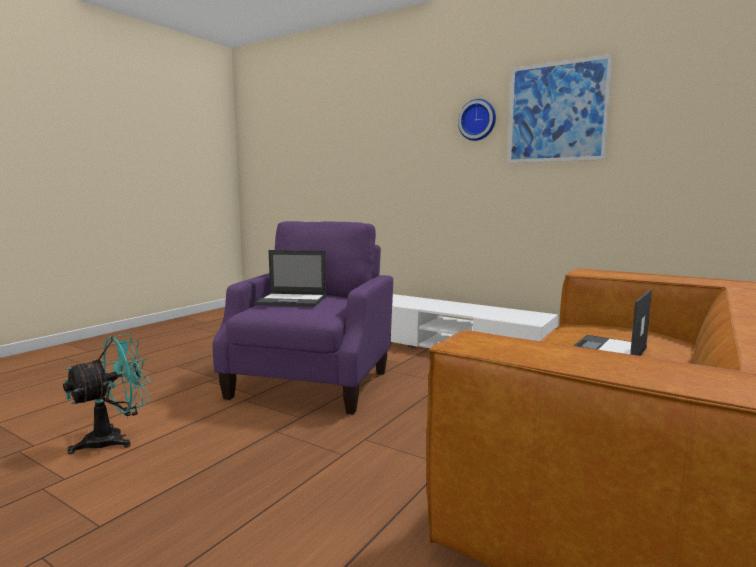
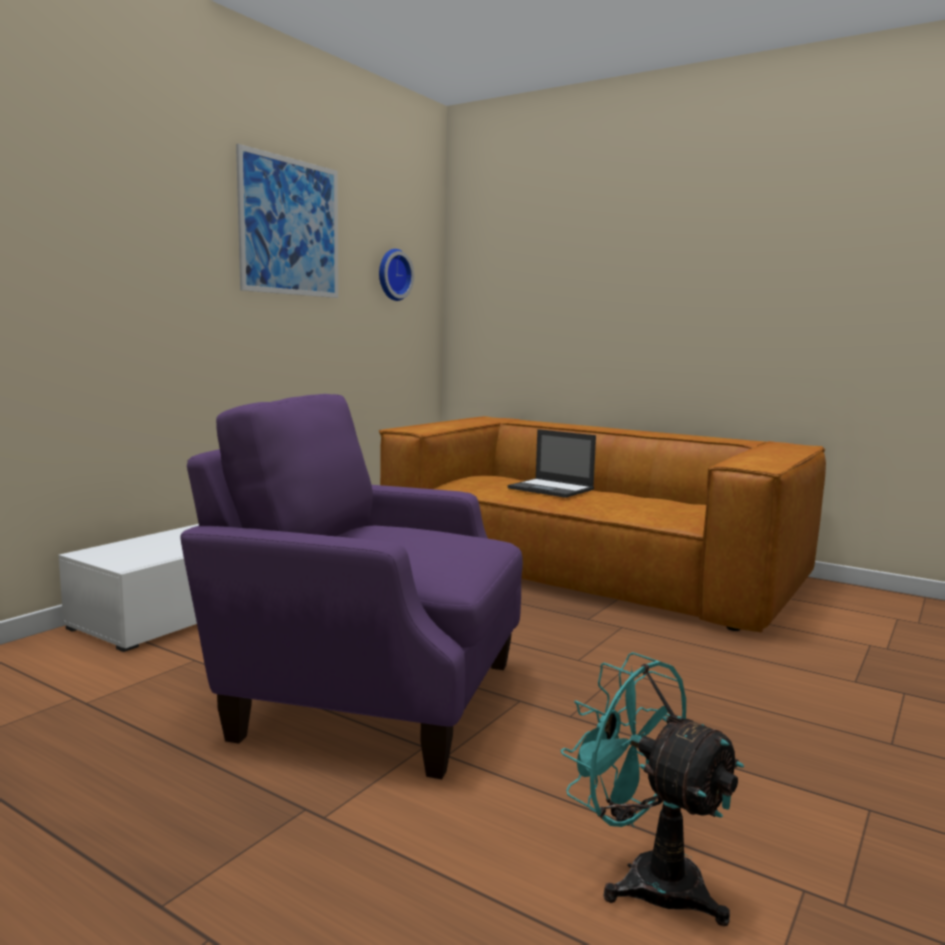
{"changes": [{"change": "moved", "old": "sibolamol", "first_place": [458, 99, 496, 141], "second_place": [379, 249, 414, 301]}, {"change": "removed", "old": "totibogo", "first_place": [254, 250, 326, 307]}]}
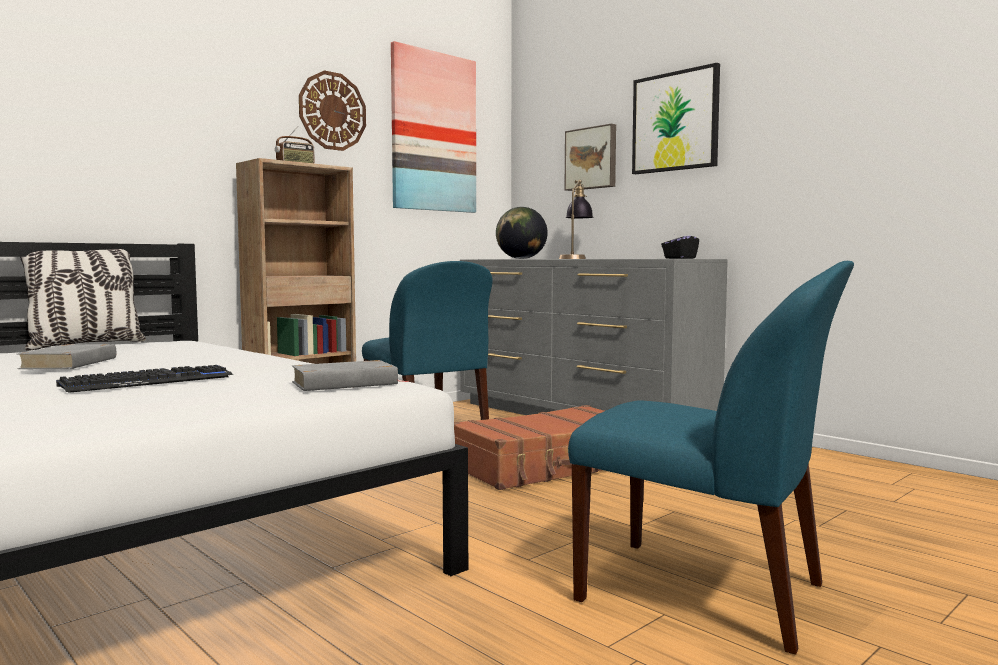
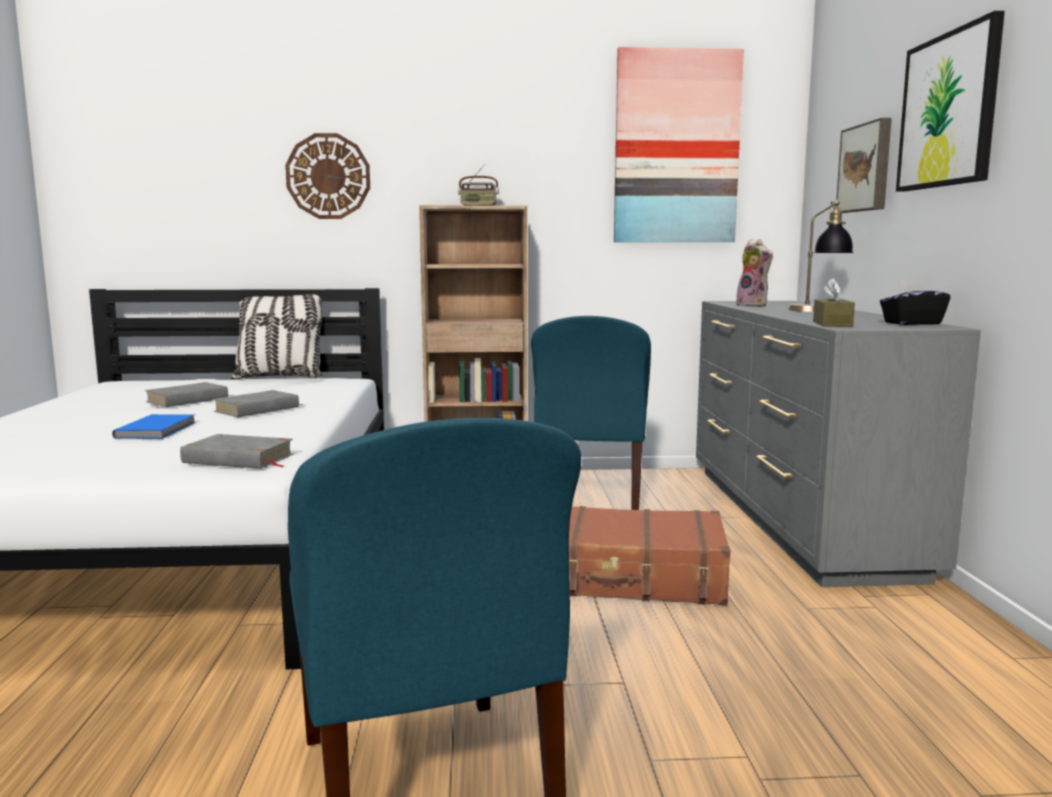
{"changes": [{"change": "moved", "old": "sibolamol", "first_place": [299, 70, 366, 151], "second_place": [285, 133, 370, 219]}, {"change": "replaced", "old": "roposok", "new": "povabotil", "first_place": [496, 207, 548, 259], "second_place": [735, 239, 773, 307]}, {"change": "replaced", "old": "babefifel", "new": "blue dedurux", "first_place": [56, 365, 233, 393], "second_place": [112, 414, 196, 439]}, {"change": "added", "new": "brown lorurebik", "second_place": [813, 278, 855, 327]}, {"change": "added", "new": "grey dedurux", "second_place": [213, 390, 303, 417]}]}
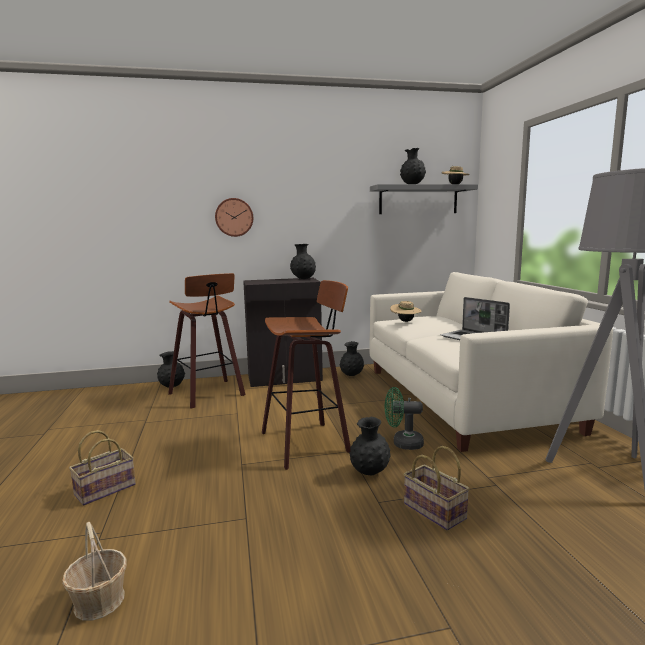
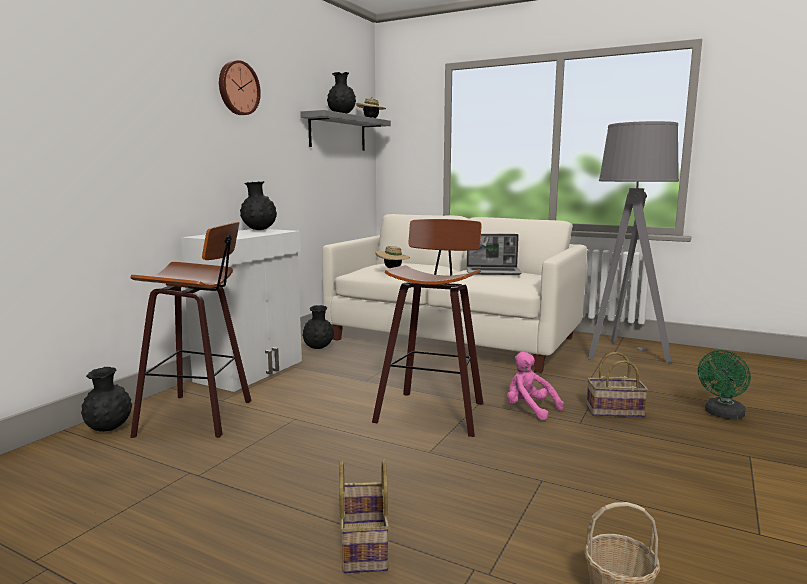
{"changes": [{"change": "moved", "old": "sibolamol", "first_place": [215, 198, 253, 237], "second_place": [219, 60, 261, 115]}, {"change": "recoloured", "old": "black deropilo", "new": "white deropilo", "first_place": [243, 278, 323, 387], "second_place": [181, 229, 302, 392]}, {"change": "moved", "old": "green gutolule", "first_place": [385, 387, 424, 450], "second_place": [698, 350, 751, 419]}, {"change": "replaced", "old": "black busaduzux", "new": "pink povabotil", "first_place": [350, 417, 391, 475], "second_place": [507, 352, 564, 420]}]}
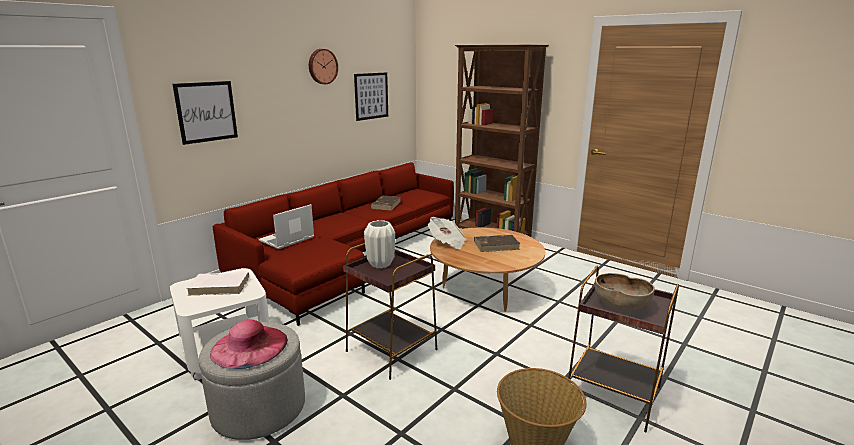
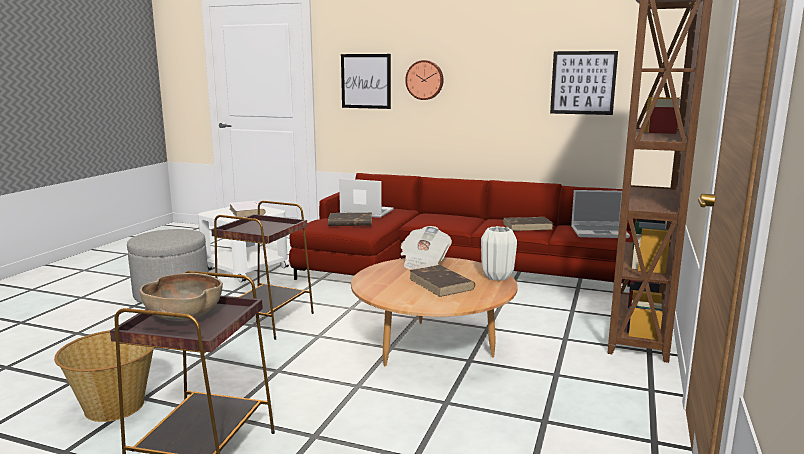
{"changes": [{"change": "moved", "old": "sibolamol", "first_place": [309, 49, 338, 84], "second_place": [405, 60, 444, 100]}, {"change": "moved", "old": "white busaduzux", "first_place": [364, 220, 395, 268], "second_place": [481, 226, 517, 281]}, {"change": "removed", "old": "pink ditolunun", "first_place": [210, 319, 288, 369]}, {"change": "added", "new": "totibogo", "second_place": [571, 190, 630, 238]}, {"change": "added", "new": "brown dedurux", "second_place": [328, 213, 372, 226]}]}
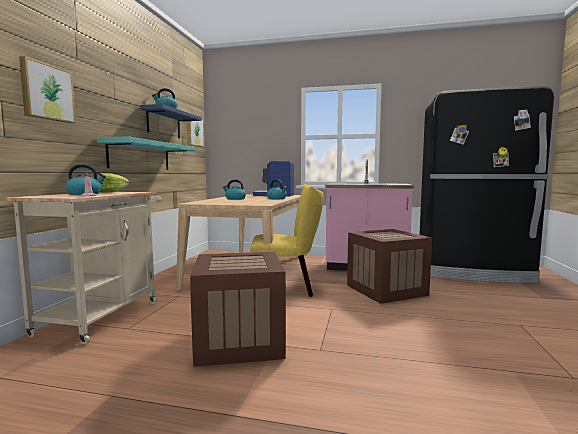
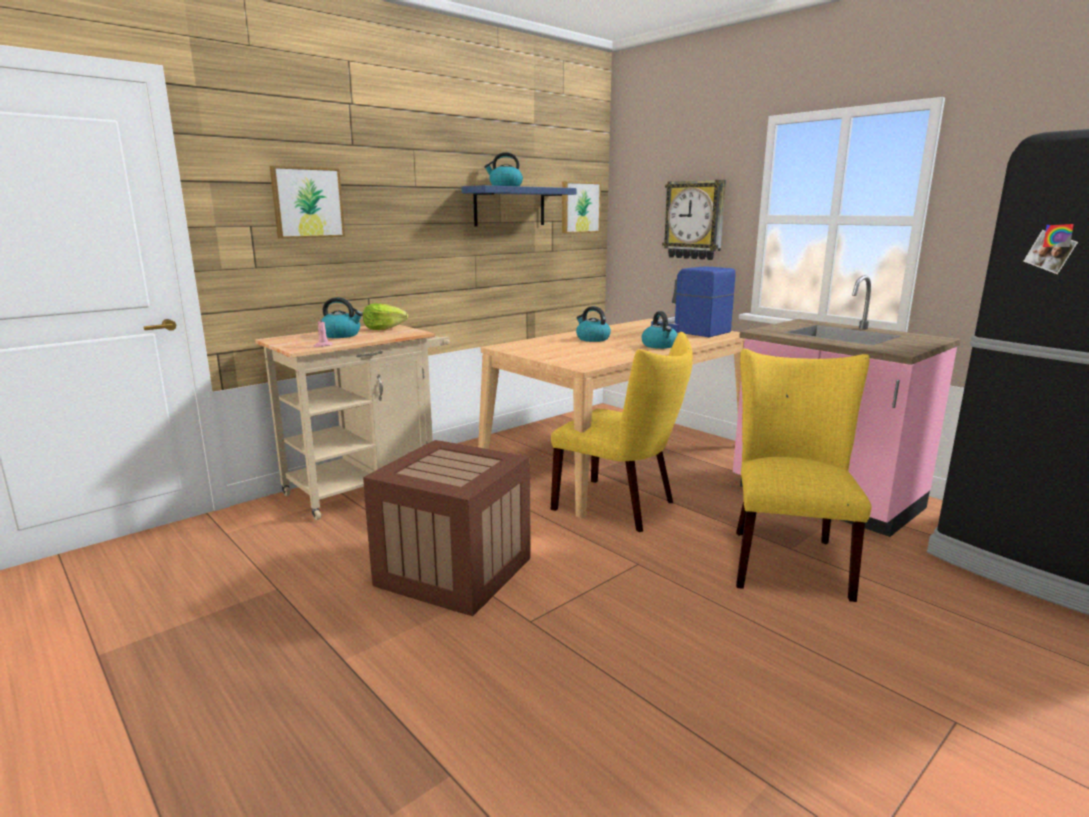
{"changes": [{"change": "removed", "old": "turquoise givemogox", "first_place": [97, 137, 195, 170]}, {"change": "replaced", "old": "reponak", "new": "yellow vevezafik", "first_place": [347, 229, 432, 304], "second_place": [736, 349, 871, 602]}, {"change": "added", "new": "sibolamol", "second_place": [662, 180, 726, 260]}]}
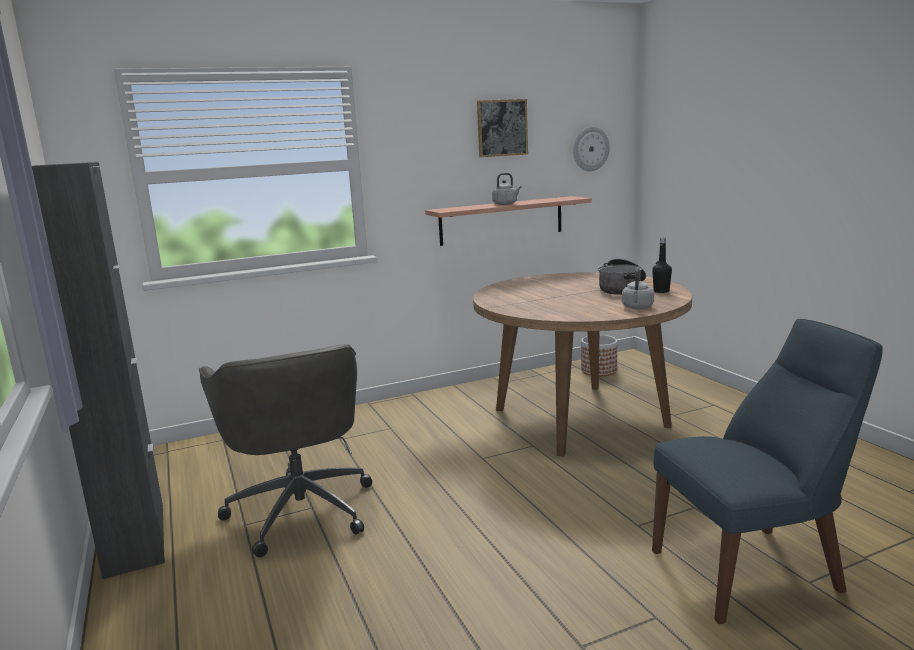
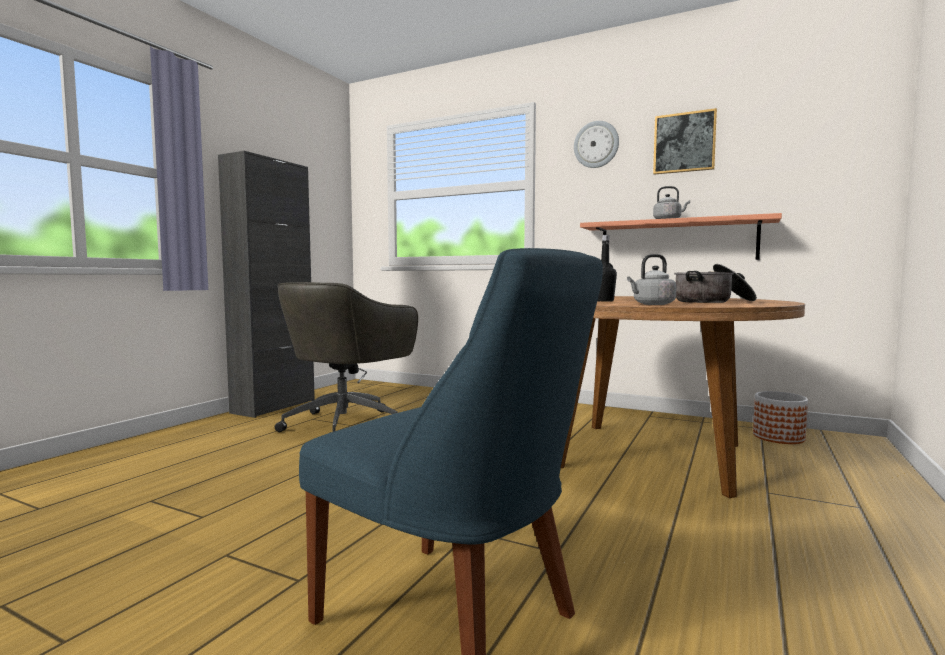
{"changes": [{"change": "moved", "old": "sibolamol", "first_place": [573, 127, 610, 171], "second_place": [574, 121, 619, 168]}, {"change": "moved", "old": "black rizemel", "first_place": [652, 238, 672, 293], "second_place": [597, 235, 617, 302]}]}
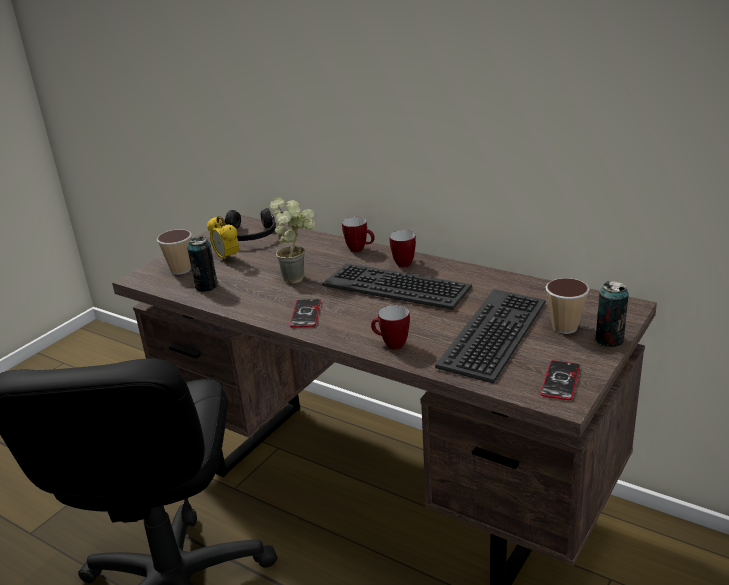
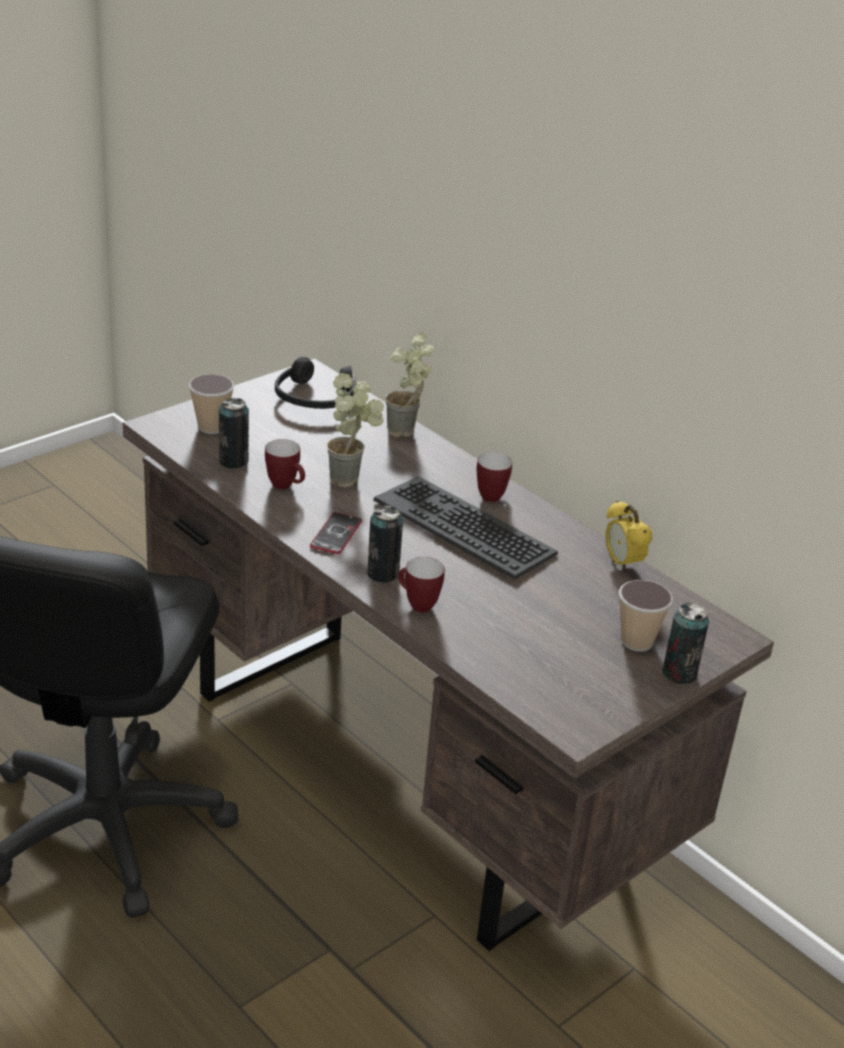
{"changes": [{"change": "moved", "old": "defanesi", "first_place": [207, 216, 239, 263], "second_place": [606, 501, 652, 573]}, {"change": "moved", "old": "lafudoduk", "first_place": [342, 217, 375, 252], "second_place": [265, 439, 305, 489]}, {"change": "removed", "old": "babefifel", "first_place": [435, 289, 546, 384]}, {"change": "removed", "old": "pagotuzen", "first_place": [540, 360, 580, 400]}, {"change": "added", "new": "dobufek", "second_place": [385, 332, 434, 437]}, {"change": "added", "new": "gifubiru", "second_place": [367, 506, 403, 583]}]}
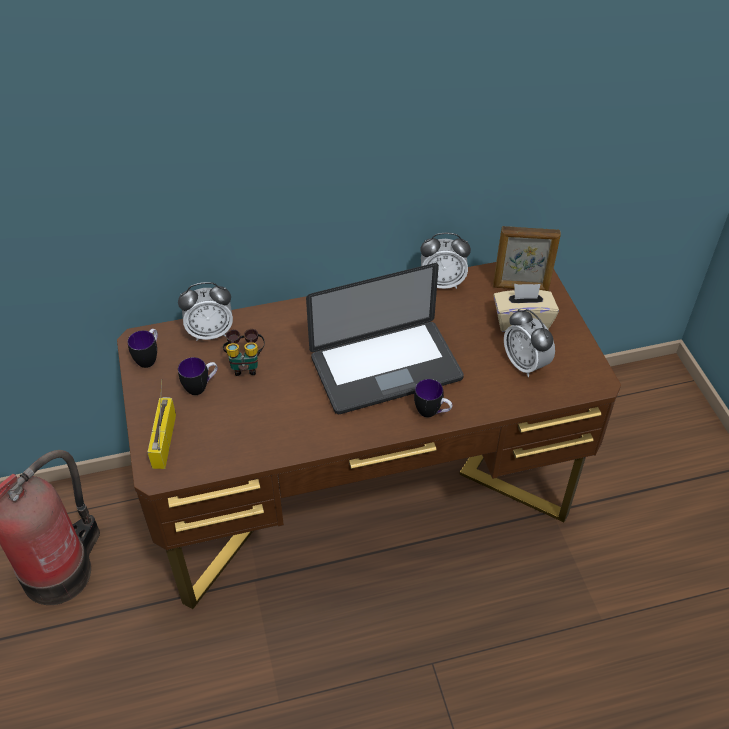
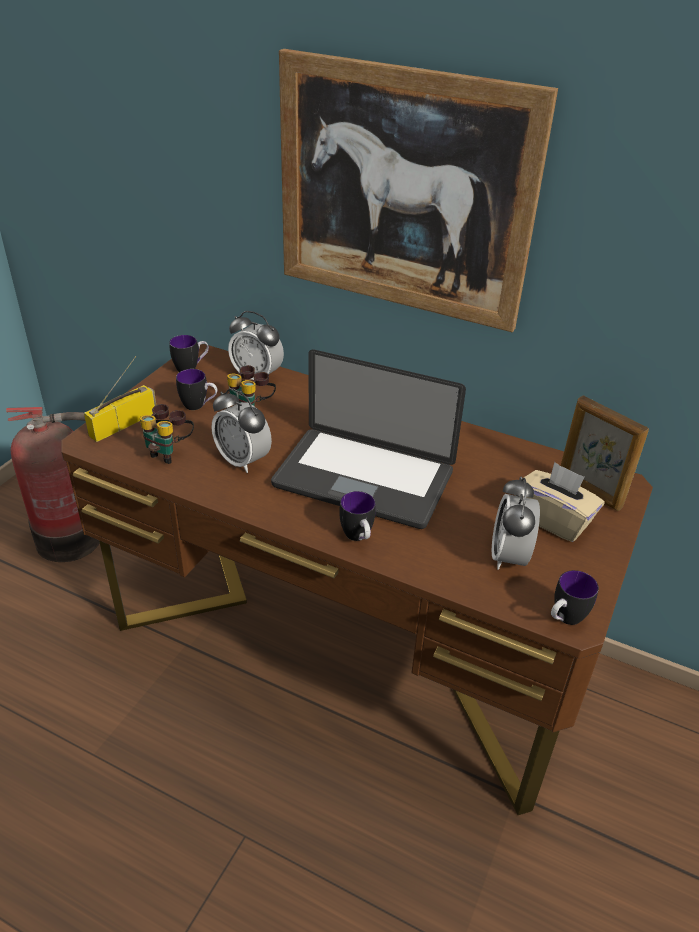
{"changes": [{"change": "moved", "old": "defanesi", "first_place": [420, 233, 471, 289], "second_place": [211, 388, 272, 473]}, {"change": "added", "new": "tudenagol", "second_place": [279, 49, 558, 332]}, {"change": "added", "new": "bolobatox", "second_place": [140, 404, 194, 464]}, {"change": "added", "new": "lafudoduk", "second_place": [551, 570, 599, 625]}]}
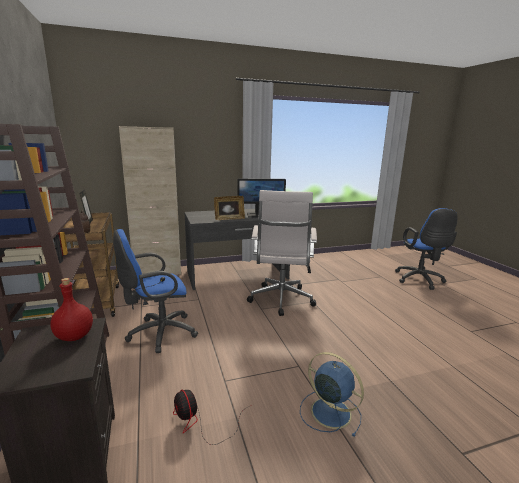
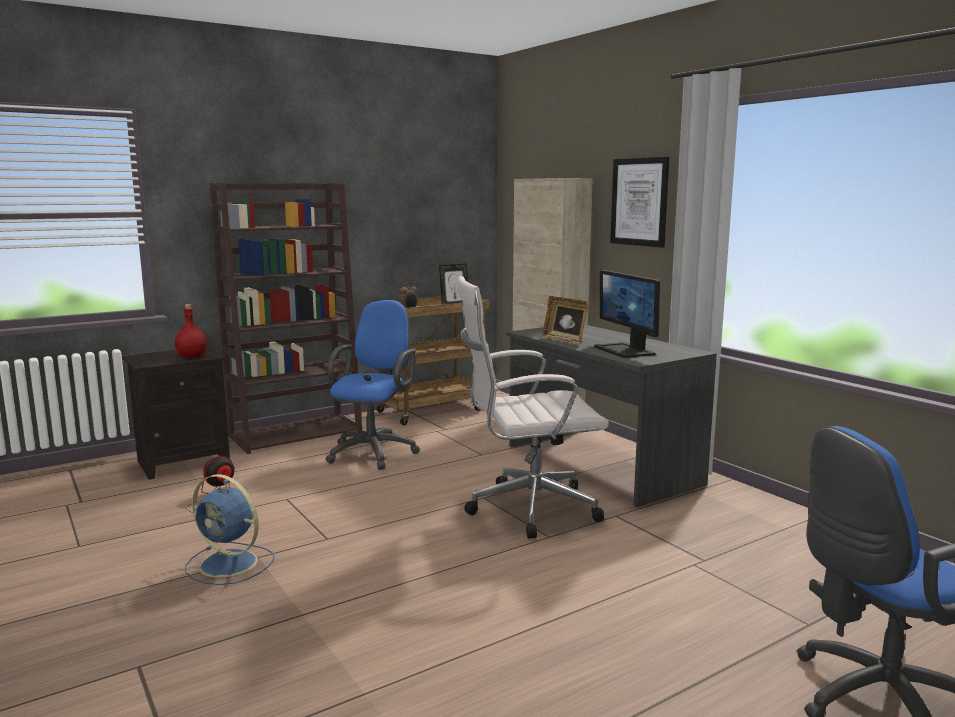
{"changes": [{"change": "turned", "old": "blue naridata", "first_place": [113, 229, 198, 353], "second_place": [326, 300, 420, 470], "degrees": 60}, {"change": "turned", "old": "blue gutolule", "first_place": [300, 352, 364, 437], "second_place": [185, 474, 275, 585], "degrees": 90}, {"change": "added", "new": "tudenagol", "second_place": [610, 157, 669, 247]}]}
